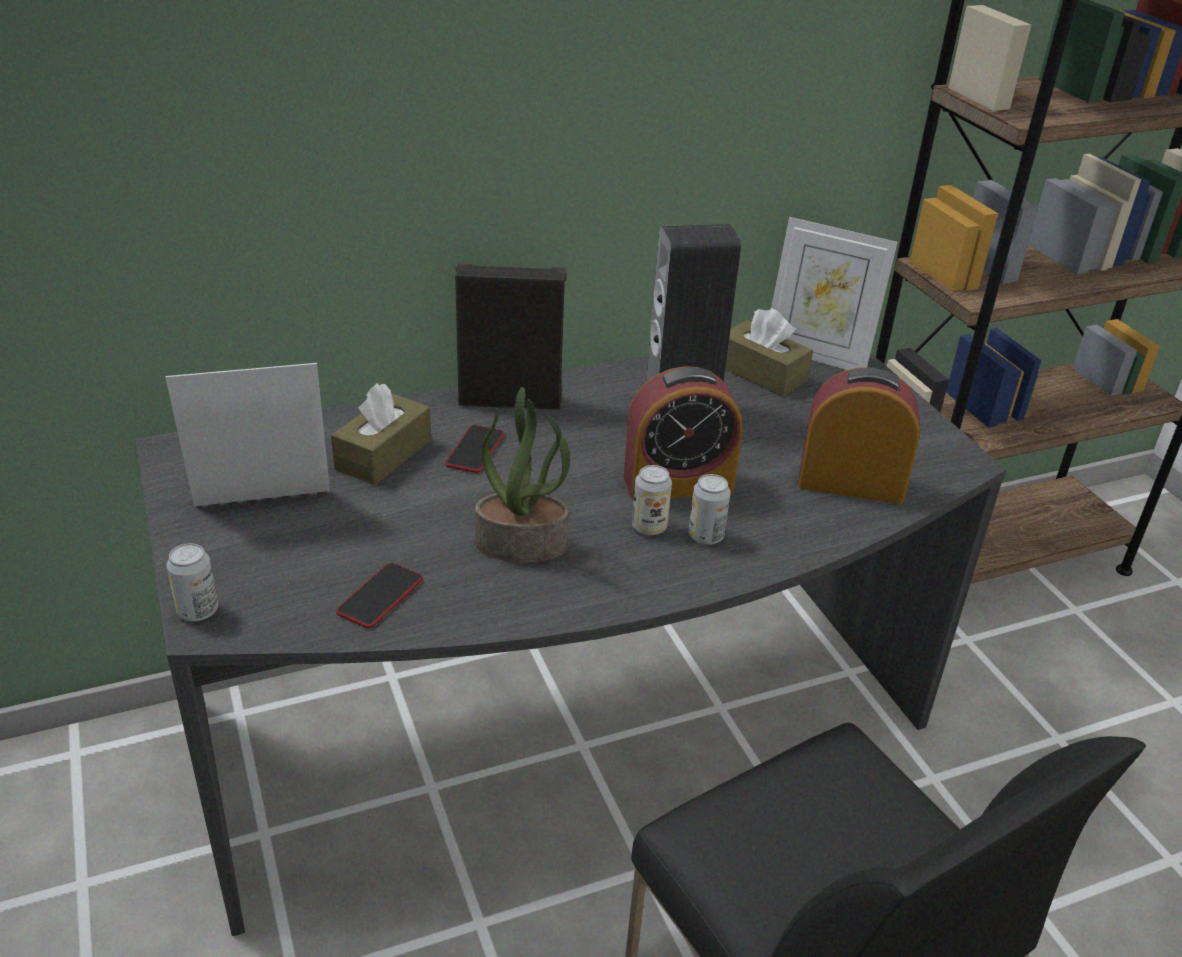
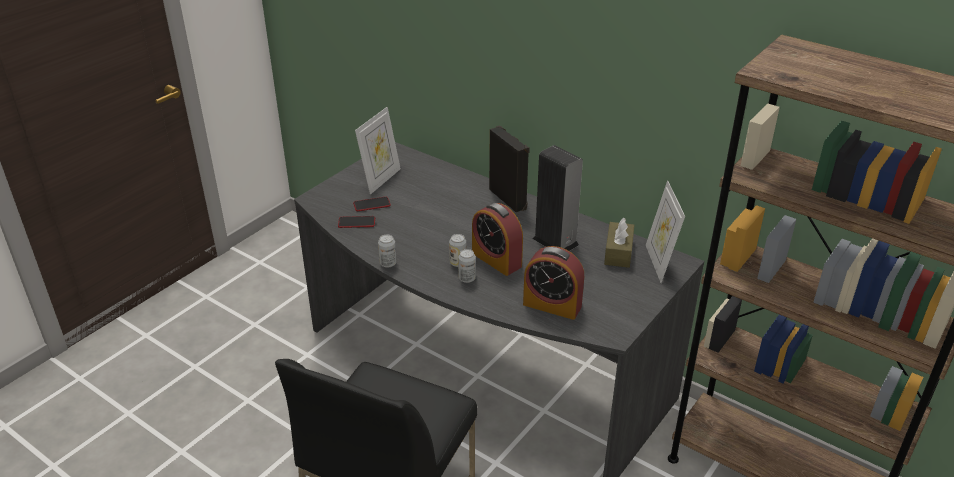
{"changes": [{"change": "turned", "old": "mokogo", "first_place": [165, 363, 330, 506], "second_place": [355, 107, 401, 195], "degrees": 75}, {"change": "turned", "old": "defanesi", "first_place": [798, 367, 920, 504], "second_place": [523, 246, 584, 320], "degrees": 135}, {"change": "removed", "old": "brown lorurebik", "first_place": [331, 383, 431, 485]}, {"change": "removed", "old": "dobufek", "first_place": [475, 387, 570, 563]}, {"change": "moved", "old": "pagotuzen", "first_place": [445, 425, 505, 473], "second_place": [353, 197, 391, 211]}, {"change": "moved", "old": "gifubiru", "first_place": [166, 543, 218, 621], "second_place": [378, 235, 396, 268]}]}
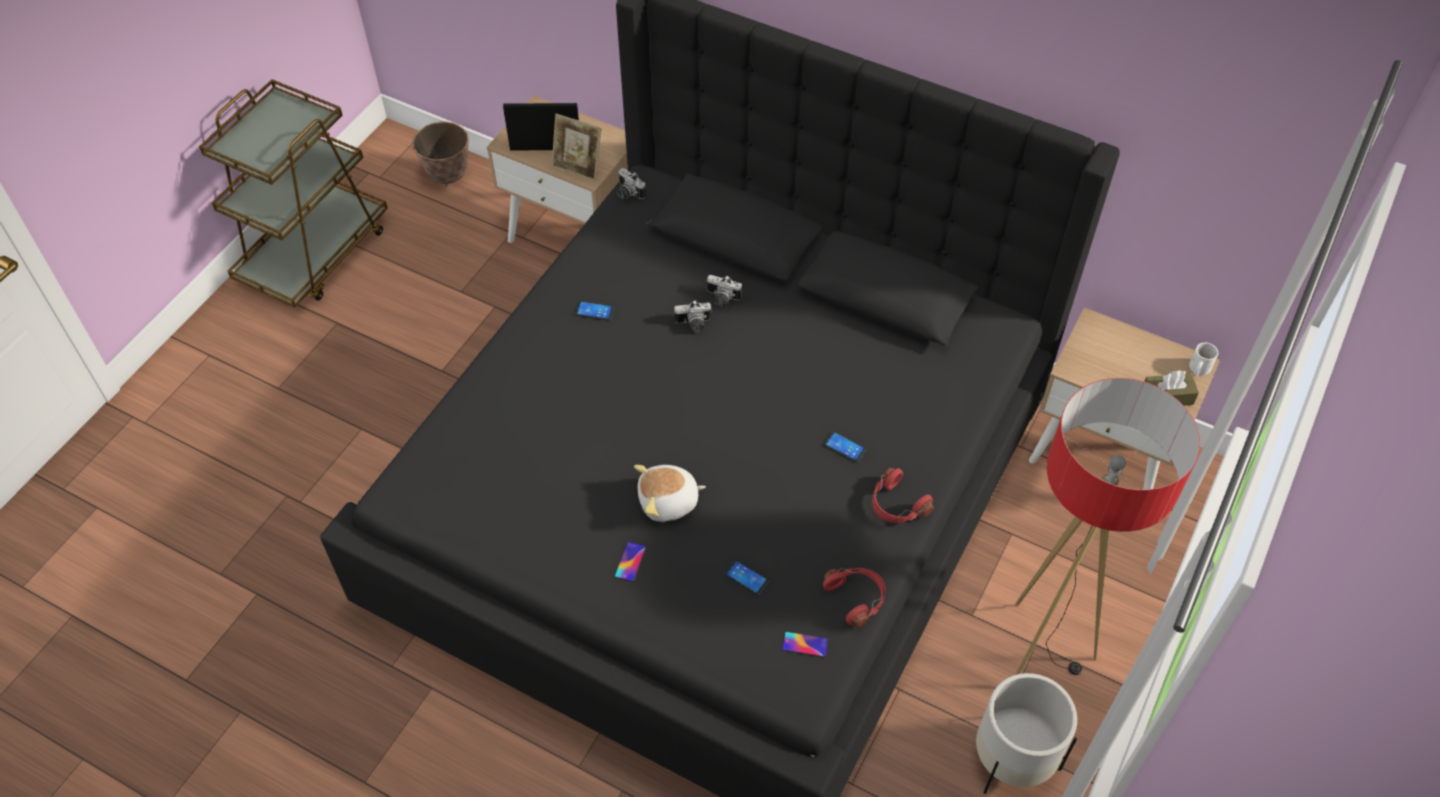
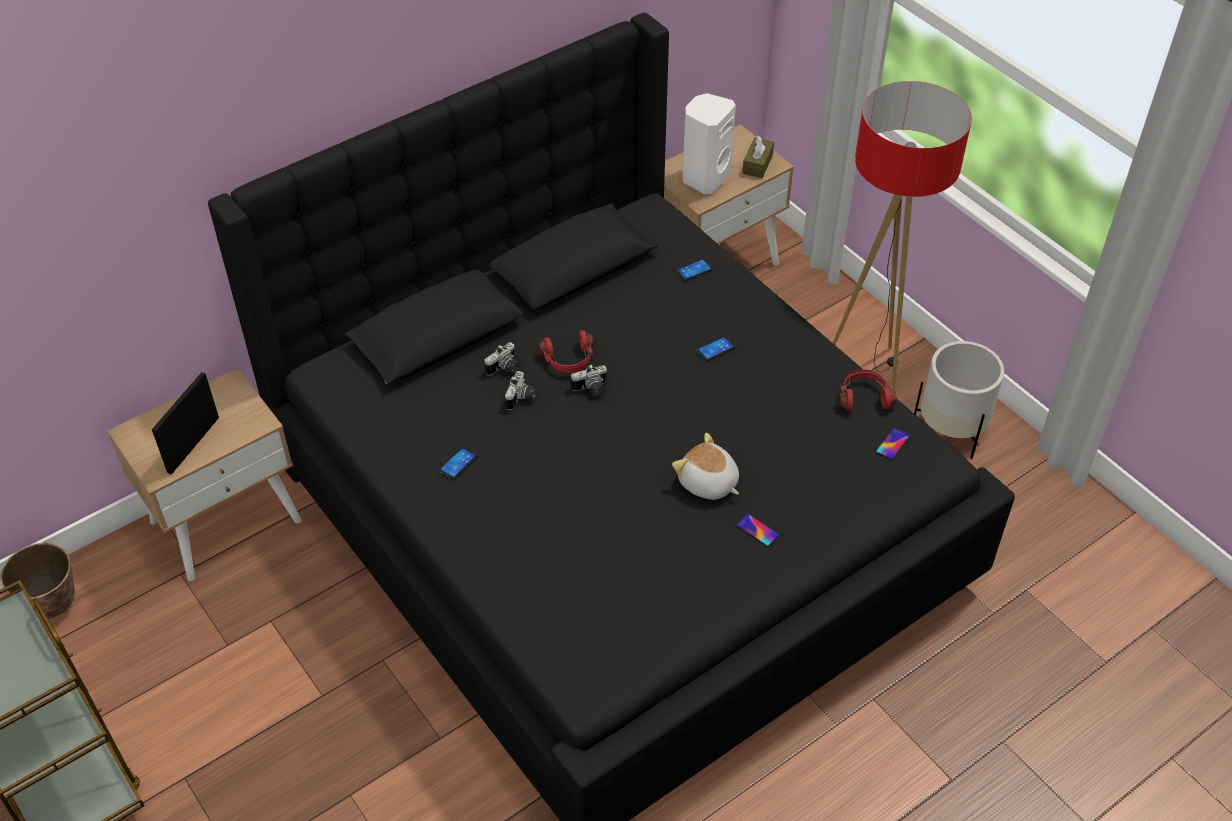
{"changes": [{"change": "removed", "old": "mokogo", "first_place": [552, 114, 601, 181]}, {"change": "moved", "old": "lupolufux", "first_place": [617, 168, 646, 199], "second_place": [570, 364, 607, 396]}, {"change": "removed", "old": "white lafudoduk", "first_place": [1189, 343, 1218, 376]}, {"change": "turned", "old": "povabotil", "first_place": [634, 465, 706, 522], "second_place": [672, 433, 739, 500], "degrees": 120}, {"change": "moved", "old": "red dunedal", "first_place": [872, 468, 934, 523], "second_place": [538, 330, 593, 373]}, {"change": "moved", "old": "pagotuzen", "first_place": [724, 559, 770, 595], "second_place": [675, 259, 713, 281]}, {"change": "added", "new": "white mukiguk", "second_place": [683, 93, 736, 194]}]}
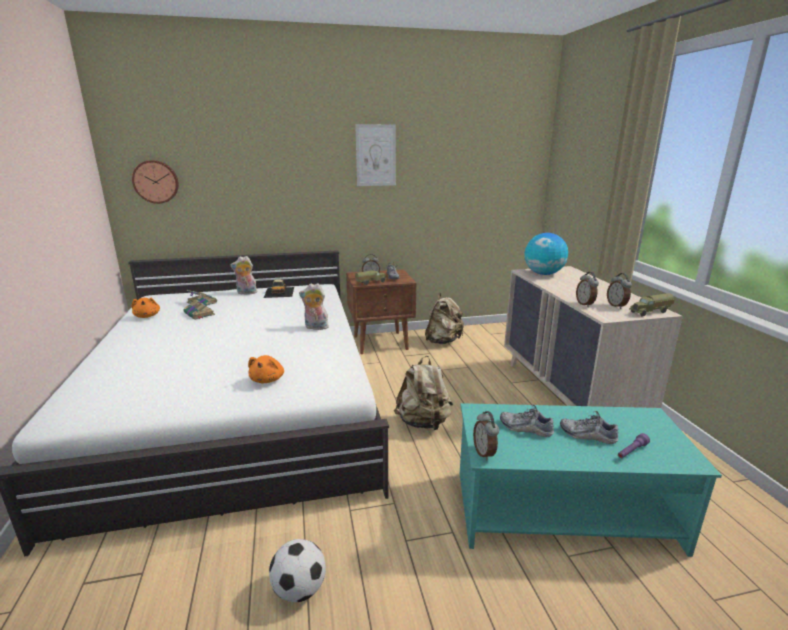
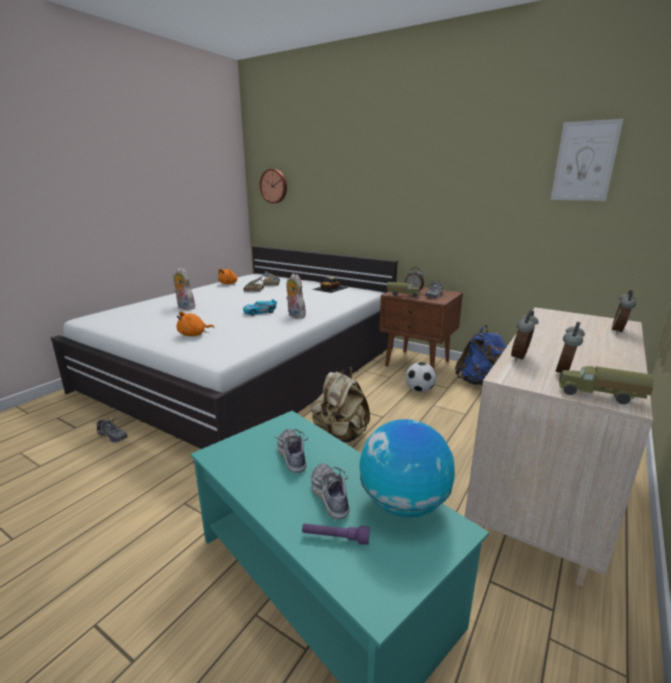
{"changes": [{"change": "moved", "old": "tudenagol", "first_place": [355, 124, 396, 186], "second_place": [551, 119, 623, 201]}, {"change": "moved", "old": "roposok", "first_place": [524, 233, 568, 275], "second_place": [360, 419, 455, 517]}, {"change": "moved", "old": "povabotil", "first_place": [230, 256, 257, 295], "second_place": [174, 268, 195, 310]}, {"change": "recoloured", "old": "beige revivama", "new": "blue revivama", "first_place": [425, 293, 464, 344], "second_place": [455, 325, 506, 385]}, {"change": "moved", "old": "defanesi", "first_place": [473, 411, 499, 461], "second_place": [612, 290, 636, 334]}, {"change": "moved", "old": "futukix", "first_place": [269, 539, 326, 602], "second_place": [406, 362, 436, 392]}, {"change": "added", "new": "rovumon", "second_place": [243, 299, 277, 316]}, {"change": "added", "new": "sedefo", "second_place": [97, 417, 128, 443]}]}
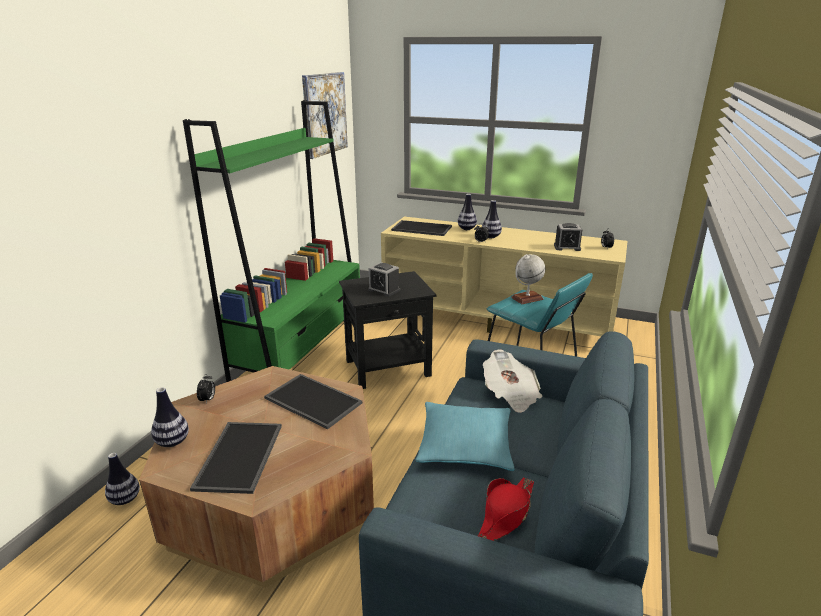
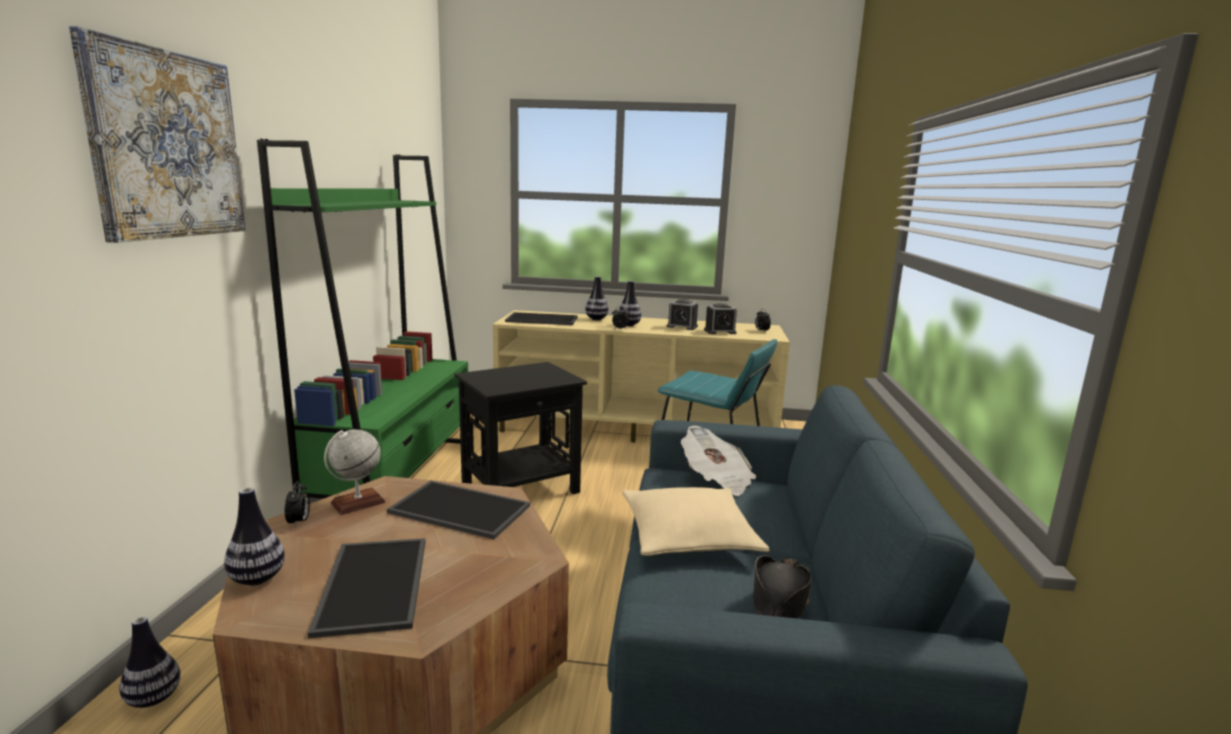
{"changes": [{"change": "moved", "old": "tudenagol", "first_place": [302, 72, 348, 159], "second_place": [69, 26, 246, 243]}, {"change": "moved", "old": "roposok", "first_place": [511, 254, 545, 304], "second_place": [324, 429, 386, 515]}, {"change": "moved", "old": "defanesi", "first_place": [368, 262, 400, 297], "second_place": [667, 299, 698, 330]}, {"change": "recoloured", "old": "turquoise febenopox", "new": "beige febenopox", "first_place": [416, 402, 514, 471], "second_place": [622, 487, 770, 556]}, {"change": "recoloured", "old": "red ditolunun", "new": "black ditolunun", "first_place": [478, 477, 534, 541], "second_place": [753, 555, 811, 619]}]}
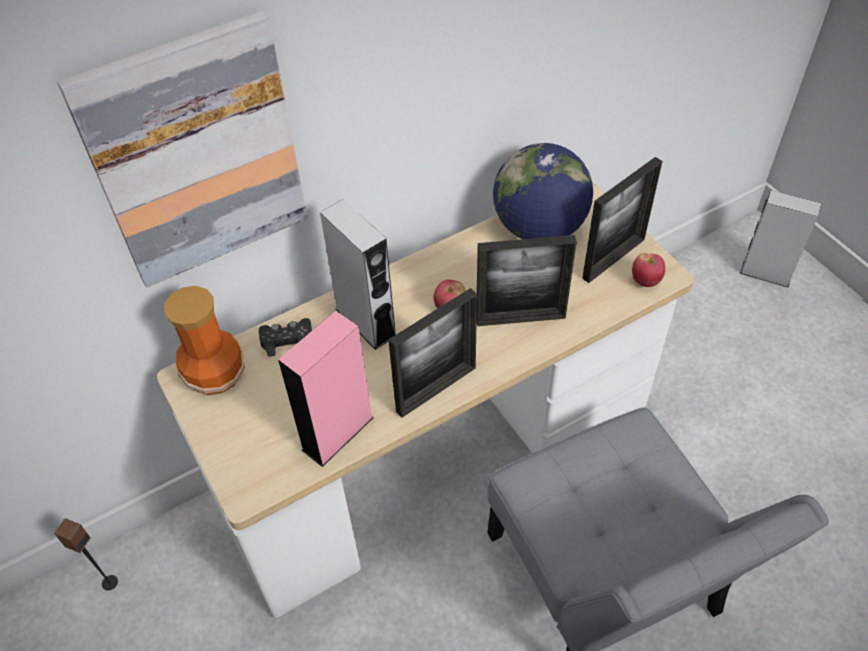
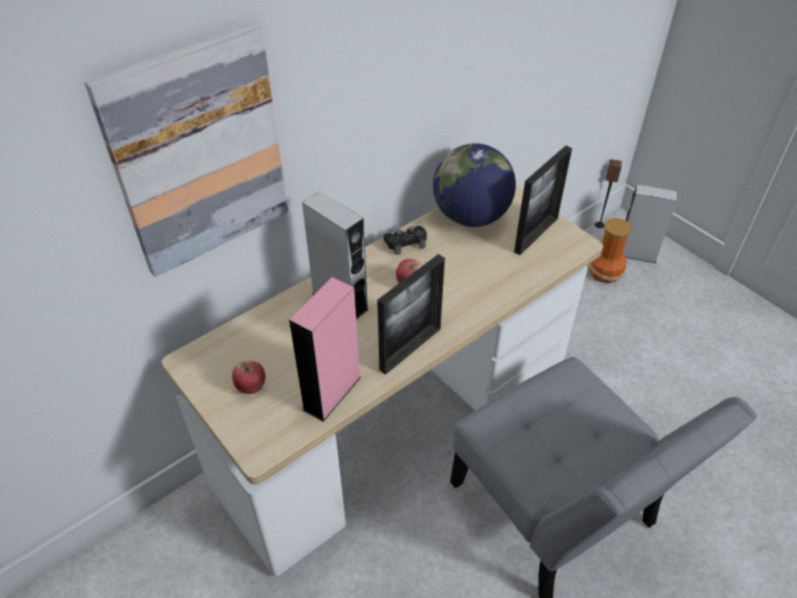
{"changes": [{"change": "removed", "old": "mokogo", "first_place": [477, 235, 577, 326]}, {"change": "moved", "old": "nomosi", "first_place": [632, 253, 665, 287], "second_place": [232, 361, 265, 394]}, {"change": "moved", "old": "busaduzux", "first_place": [164, 286, 245, 395], "second_place": [589, 218, 632, 283]}, {"change": "moved", "old": "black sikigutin", "first_place": [259, 318, 312, 357], "second_place": [384, 226, 427, 255]}, {"change": "moved", "old": "mukiguk", "first_place": [54, 518, 118, 591], "second_place": [595, 159, 622, 228]}]}
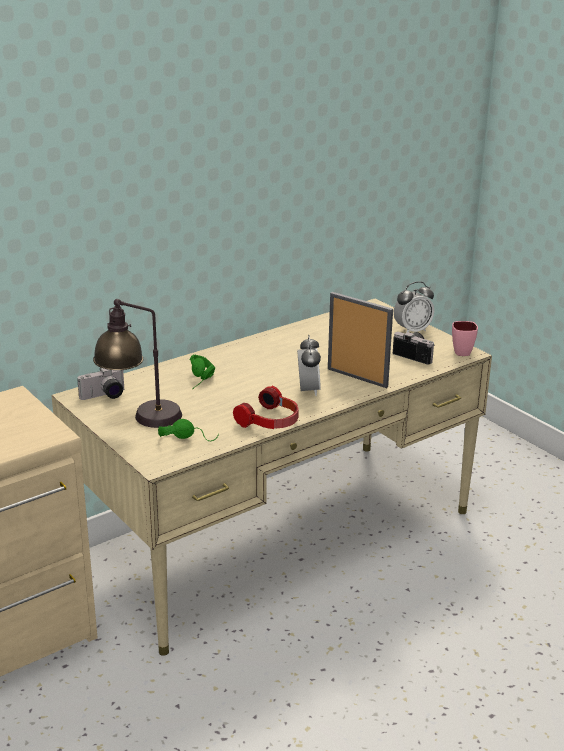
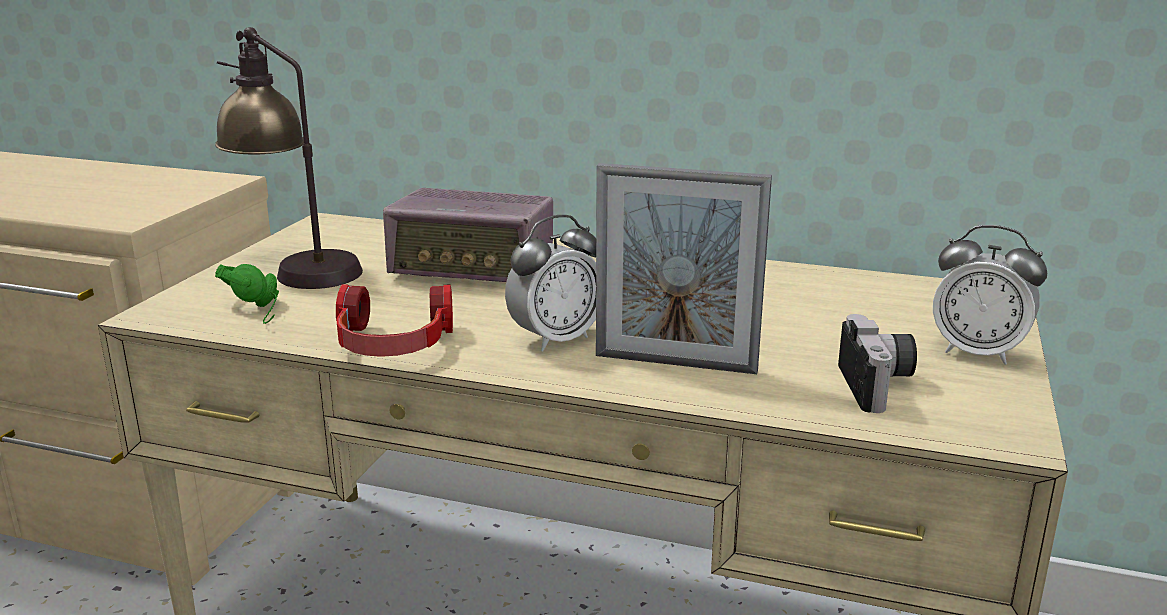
{"changes": [{"change": "turned", "old": "mokogo", "first_place": [328, 292, 393, 388], "second_place": [596, 163, 772, 374], "degrees": 105}, {"change": "removed", "old": "pink lafudoduk", "first_place": [452, 321, 478, 356]}, {"change": "replaced", "old": "green dunedal", "new": "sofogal", "first_place": [190, 354, 215, 390], "second_place": [383, 188, 553, 282]}, {"change": "removed", "old": "lupolufux", "first_place": [77, 368, 125, 400]}]}
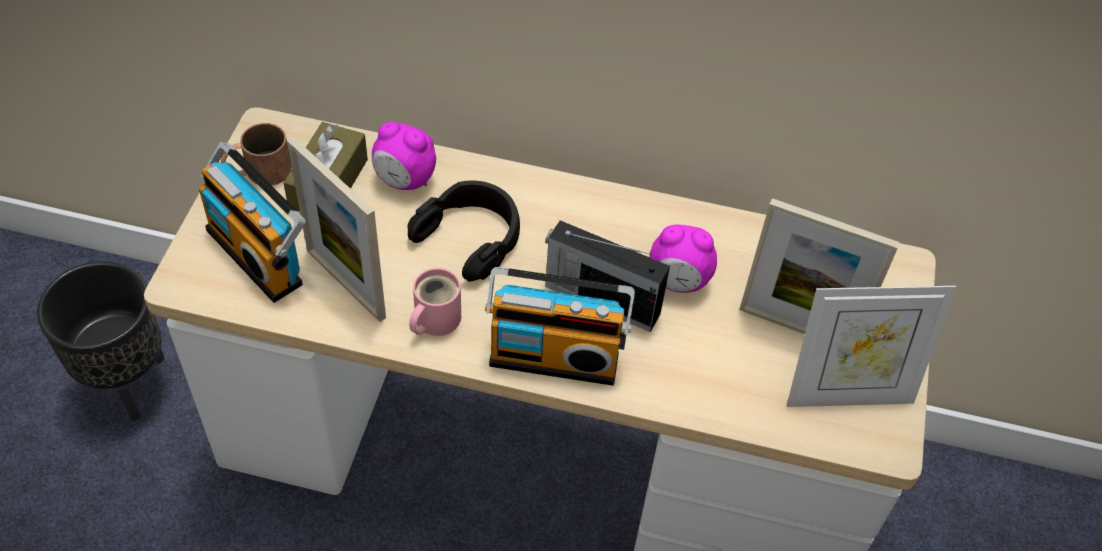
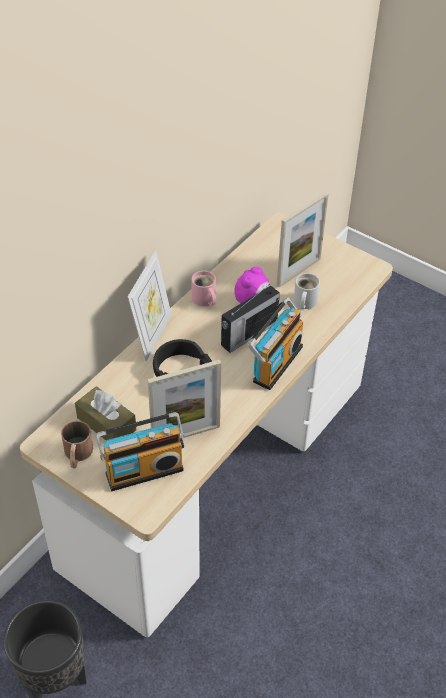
{"changes": [{"change": "removed", "old": "defanesi", "first_place": [372, 122, 436, 190]}, {"change": "moved", "old": "pink lafudoduk", "first_place": [409, 268, 461, 336], "second_place": [192, 271, 216, 306]}, {"change": "moved", "old": "mokogo", "first_place": [787, 286, 956, 407], "second_place": [128, 250, 172, 361]}, {"change": "added", "new": "white lafudoduk", "second_place": [294, 273, 320, 309]}]}
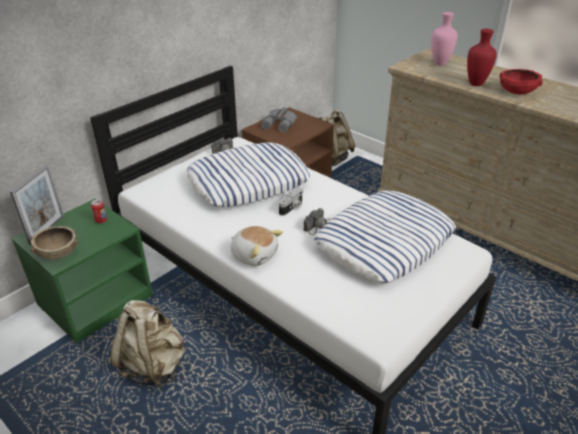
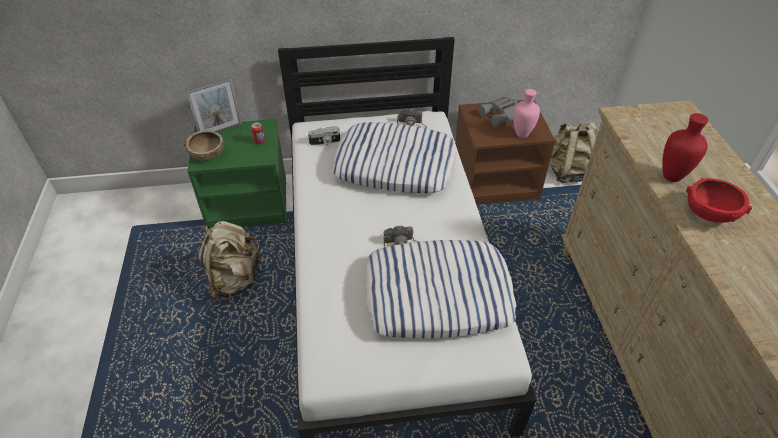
{"changes": [{"change": "moved", "old": "pink busaduzux", "first_place": [431, 12, 458, 66], "second_place": [513, 89, 540, 138]}, {"change": "moved", "old": "lupolufux", "first_place": [279, 187, 303, 216], "second_place": [308, 126, 340, 145]}, {"change": "removed", "old": "povabotil", "first_place": [231, 226, 283, 266]}]}
